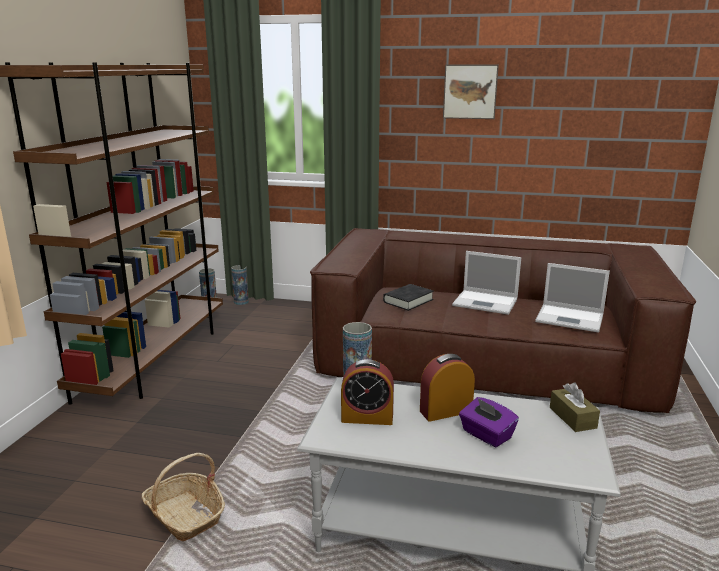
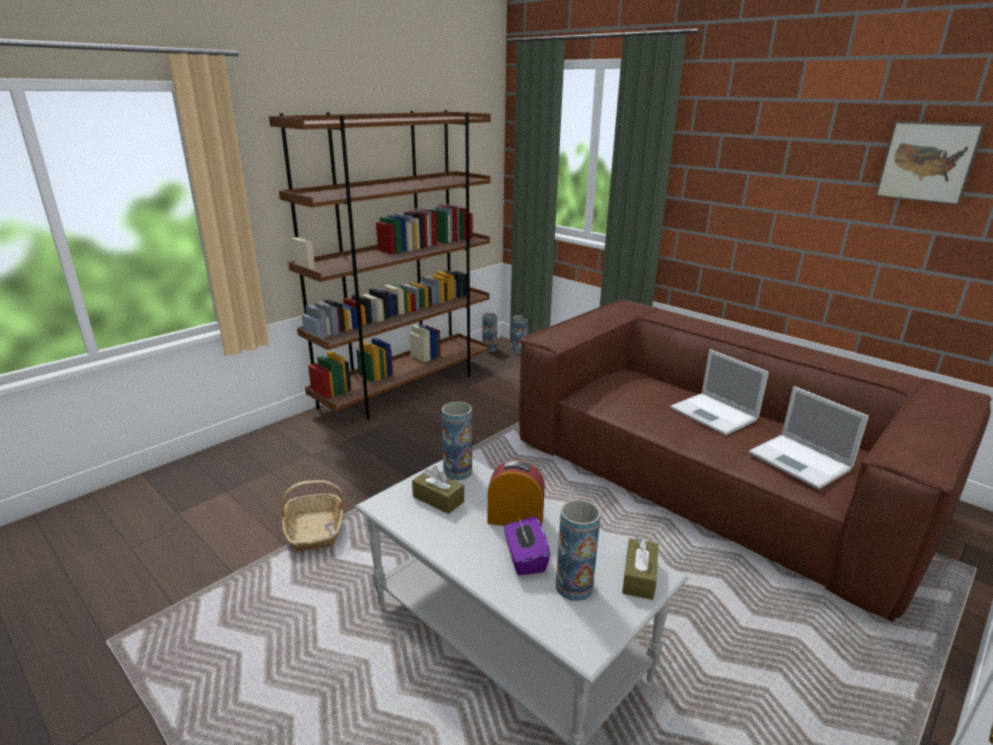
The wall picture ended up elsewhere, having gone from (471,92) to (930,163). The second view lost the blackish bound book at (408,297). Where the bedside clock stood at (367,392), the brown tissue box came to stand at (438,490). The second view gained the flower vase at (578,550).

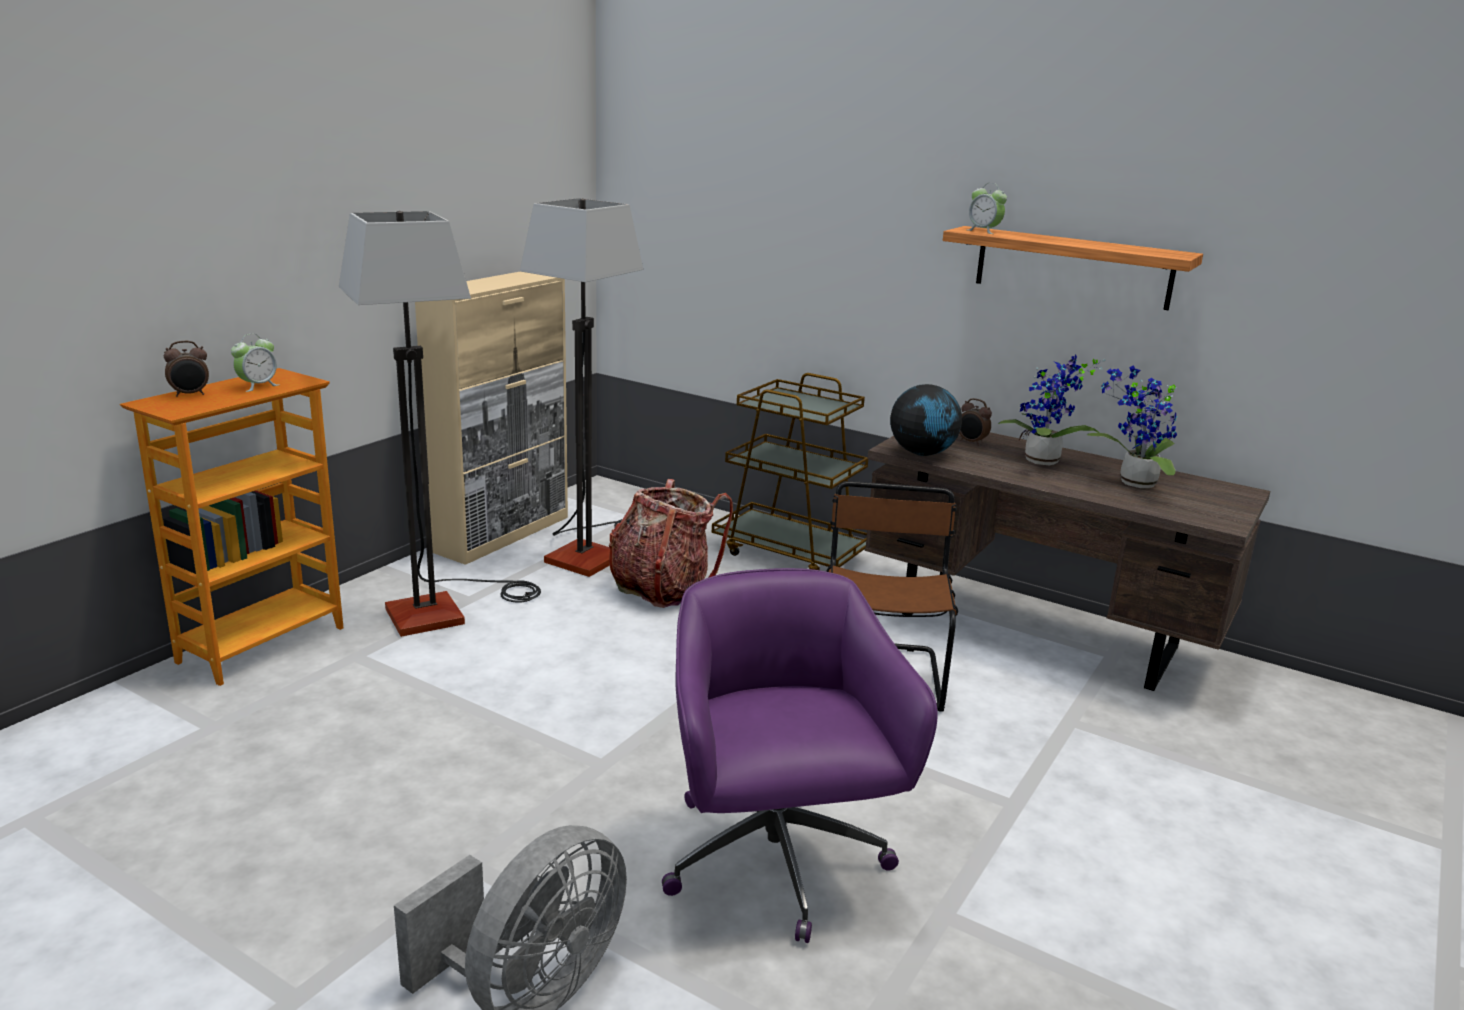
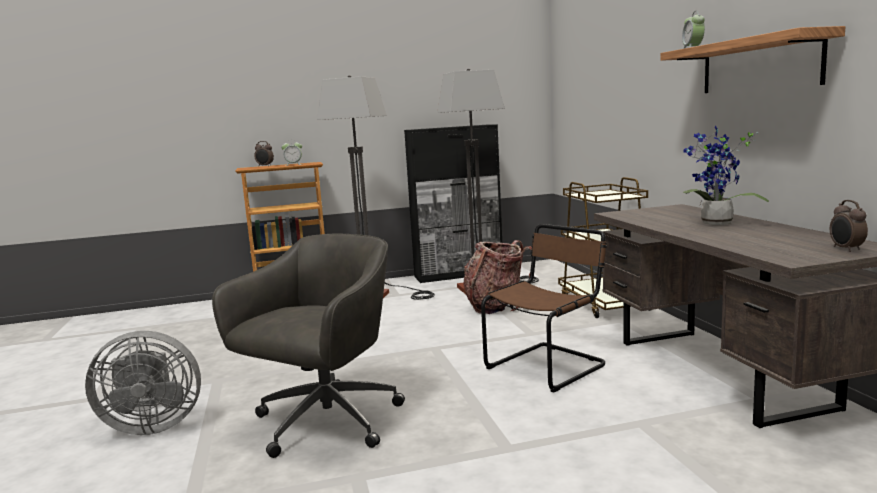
What was the beige-coloured cupboard at (491,418) turned into the blackish cupboard at (453,203). The second view lost the potted plant at (1132,426). The second view lost the desk globe at (926,420). The bedside clock ended up elsewhere, having gone from (976,422) to (849,226). What was the purple desk chair at (800,755) turned into the greyish desk chair at (308,346).

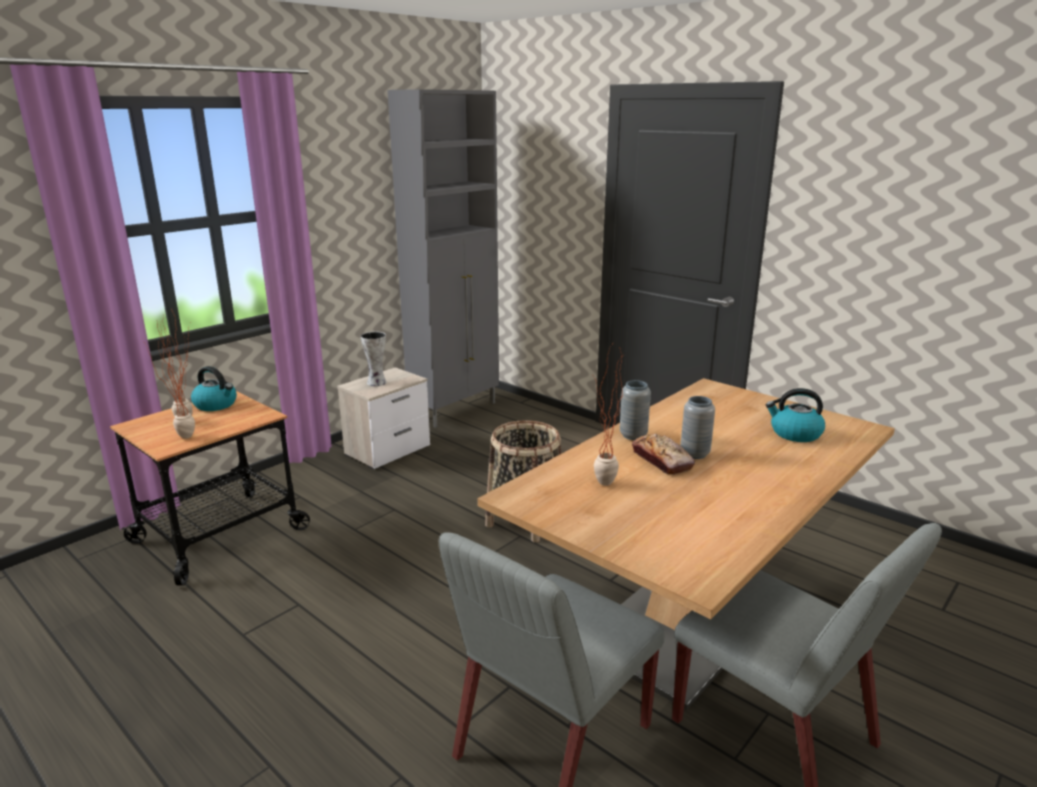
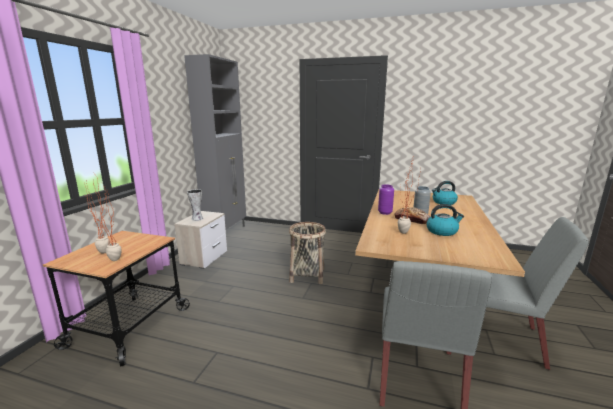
The kettle ended up elsewhere, having gone from (214,388) to (445,220). What was the greyish flower vase at (635,410) turned into the purple flower vase at (386,200).

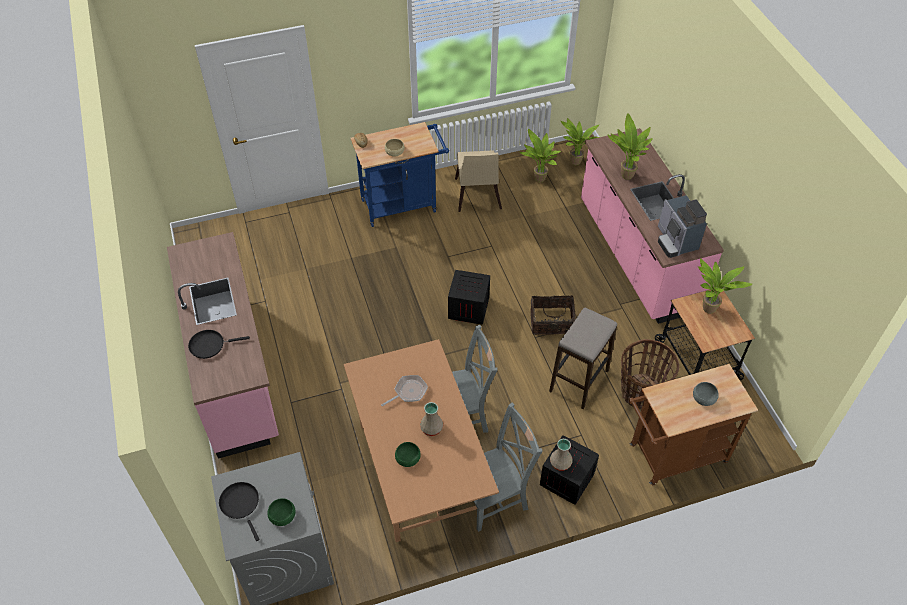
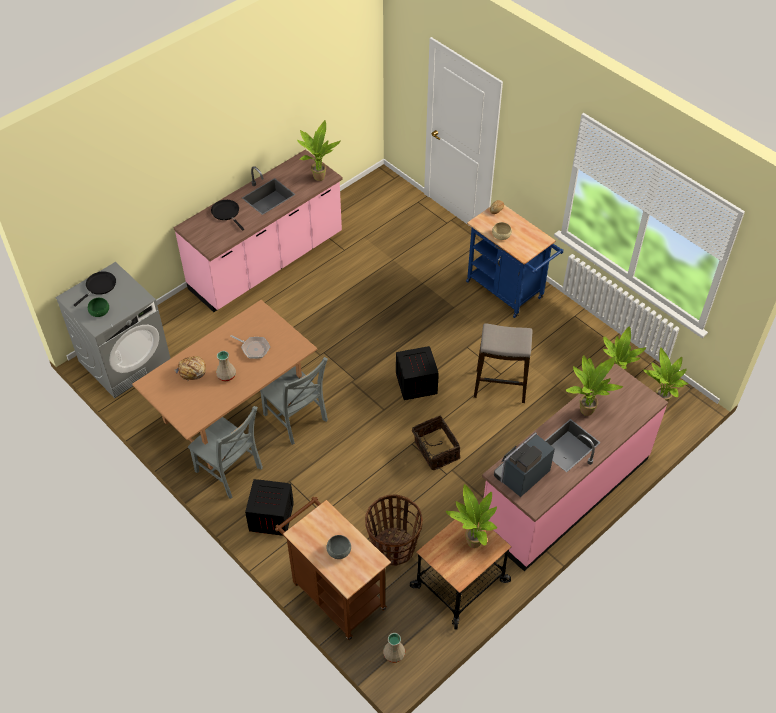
The second view lost the beige-coloured upright chair at (478,181). The sitting stool ended up elsewhere, having gone from (583,358) to (503,363). The beige-coloured flower vase ended up elsewhere, having gone from (561,455) to (394,648). Where the green-coloured bowl stood at (408,454), the baked bread came to stand at (190,368). The second view gained the potted plant at (319,150).

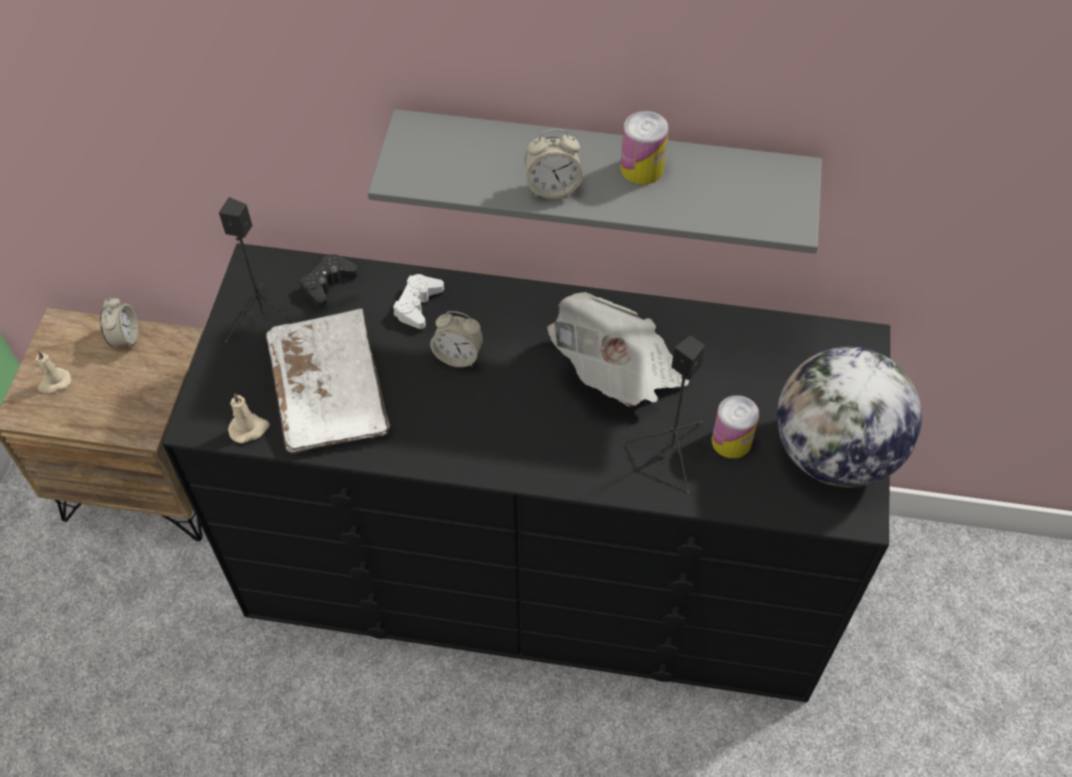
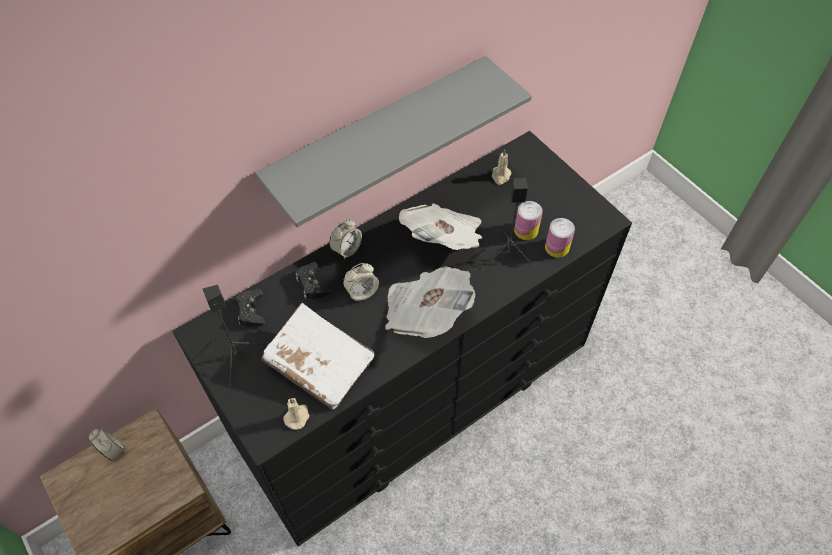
The metal can ended up elsewhere, having gone from (645,148) to (560,238). The bedside clock ended up elsewhere, having gone from (554,164) to (345,239). What was the white-coloured gamepad at (418,301) turned into the blackish gamepad at (313,280). The second view lost the desk globe at (849,417). The beige-coloured wax light ended up elsewhere, having gone from (53,372) to (501,167). The second view gained the daily paper at (430,302).

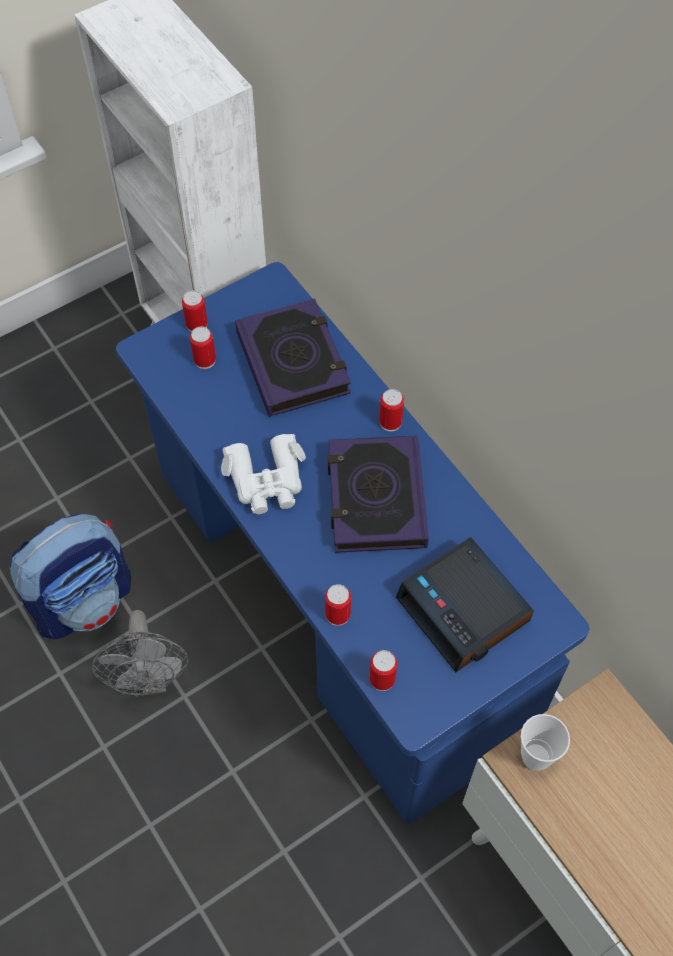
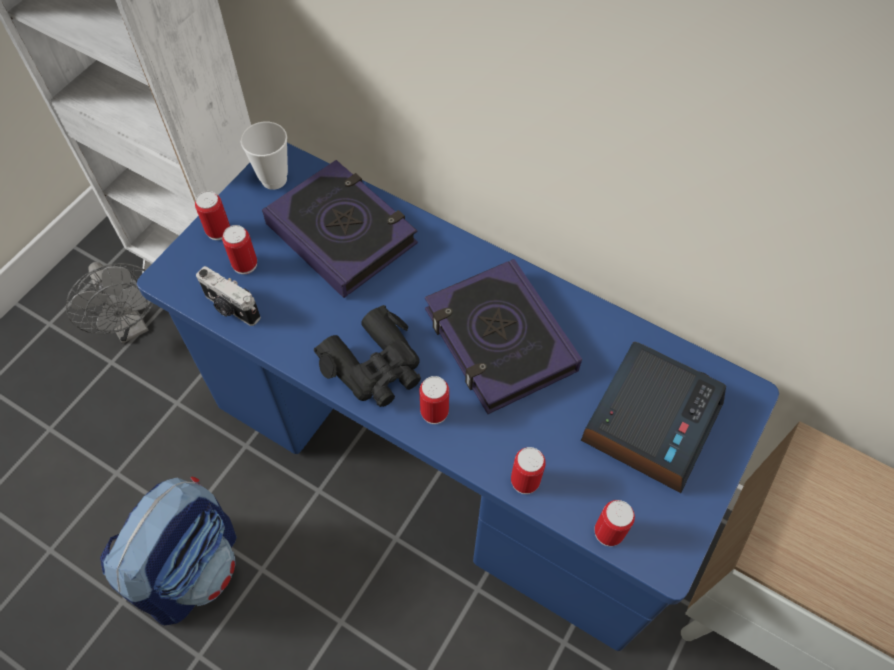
The metal can ended up elsewhere, having gone from (391,410) to (434,400). What was the white-coloured binoculars at (263,474) turned into the blackish binoculars at (367,356). The bedside clock at (465,604) ended up facing another way, 90 degrees counterclockwise from before. The greyish cooling fan ended up elsewhere, having gone from (140,653) to (110,303). The drinking cup ended up elsewhere, having gone from (545,742) to (264,156). The second view gained the still camera at (228,296).

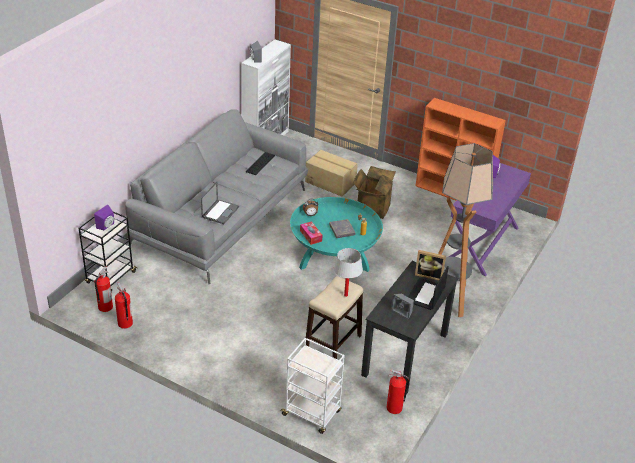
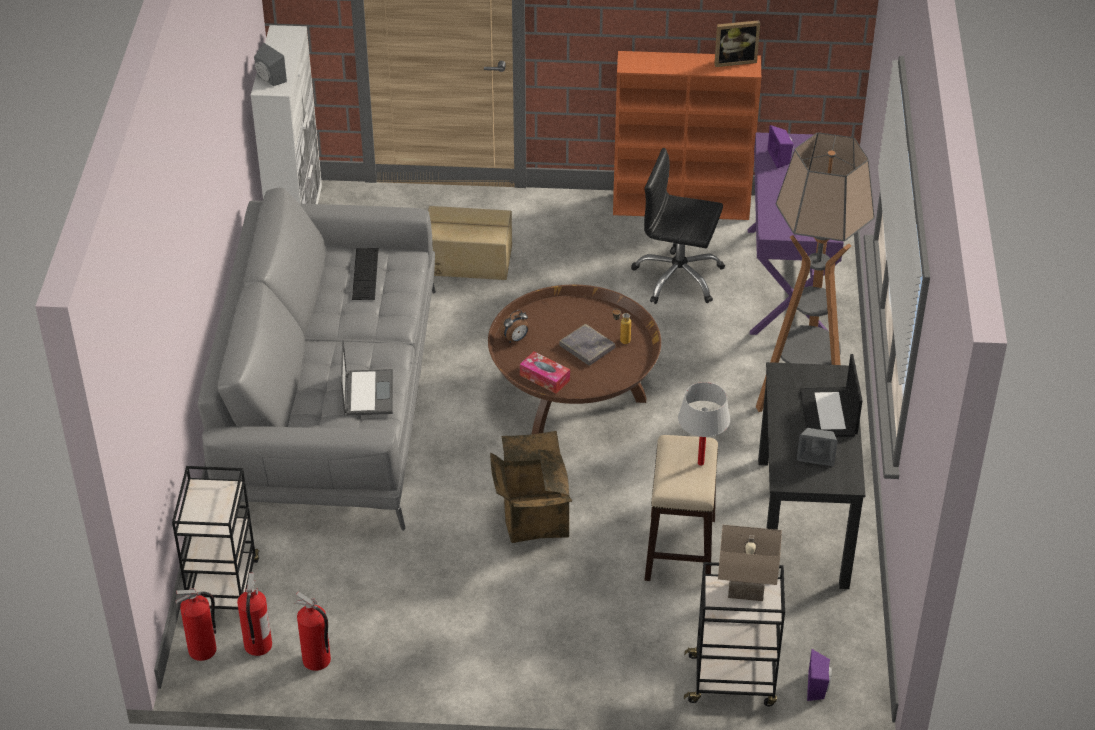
The cardboard box ended up elsewhere, having gone from (374,192) to (531,487). What was the blue-green coffee table at (336,234) turned into the brown coffee table at (574,359). The purple speaker ended up elsewhere, having gone from (104,217) to (819,675). The picture frame ended up elsewhere, having gone from (430,265) to (737,43). What was the white-coloured trolley at (312,386) turned into the blackish trolley at (734,634). The fire extinguisher ended up elsewhere, having gone from (398,391) to (196,624). The second view gained the blackish desk chair at (678,226). The second view gained the beige-coloured table lamp at (750,563).

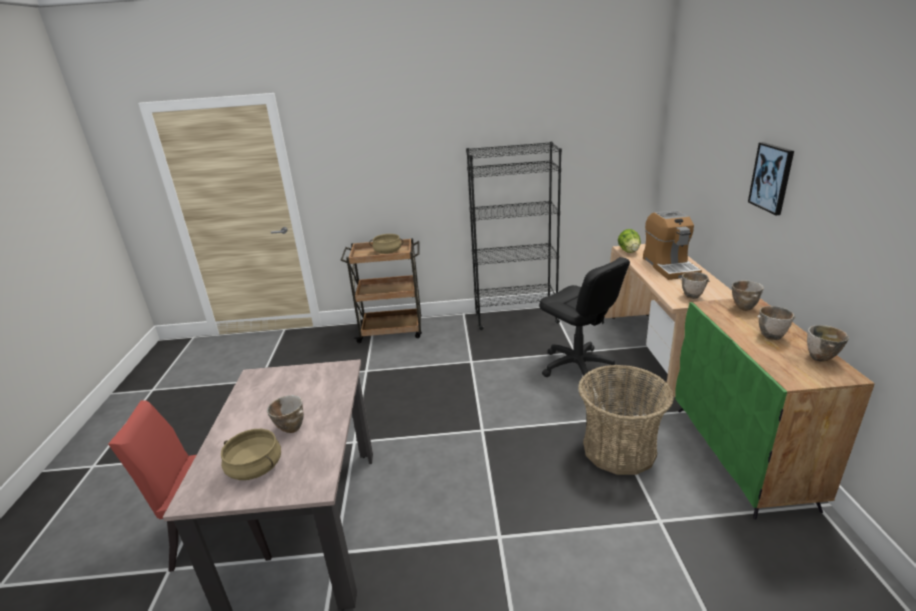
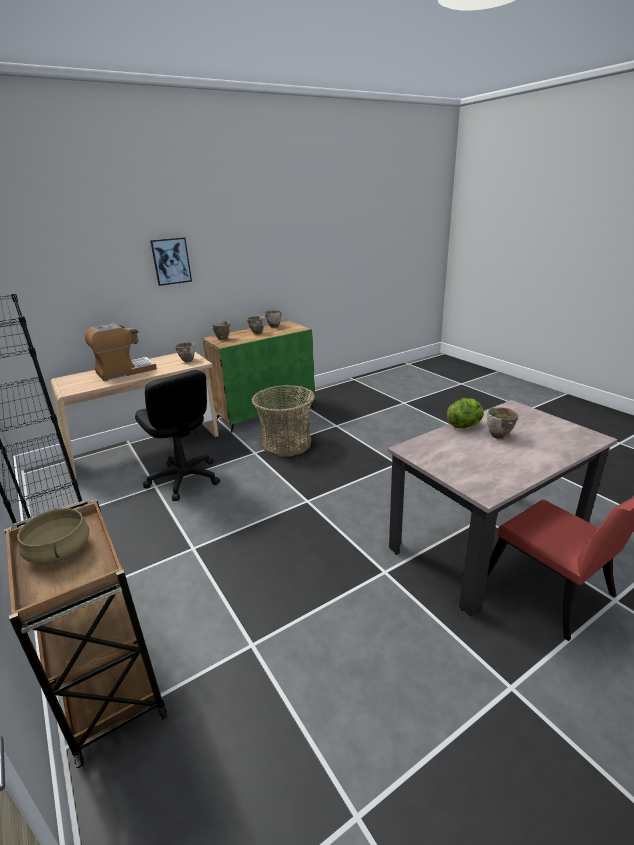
The lettuce ended up elsewhere, having gone from (629,241) to (465,413). The blackish desk chair at (584,323) ended up facing another way, 120 degrees clockwise from before. The second view lost the beige-coloured cooking pot at (251,454).

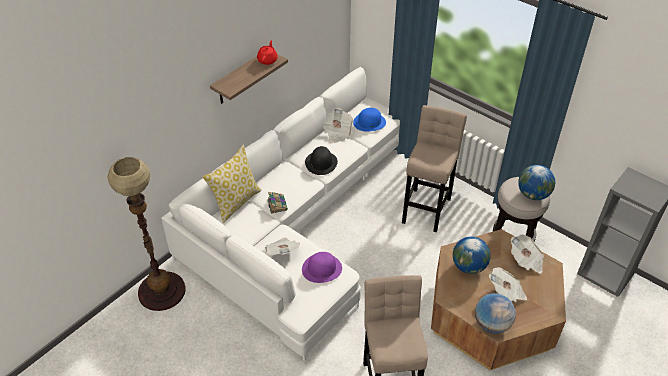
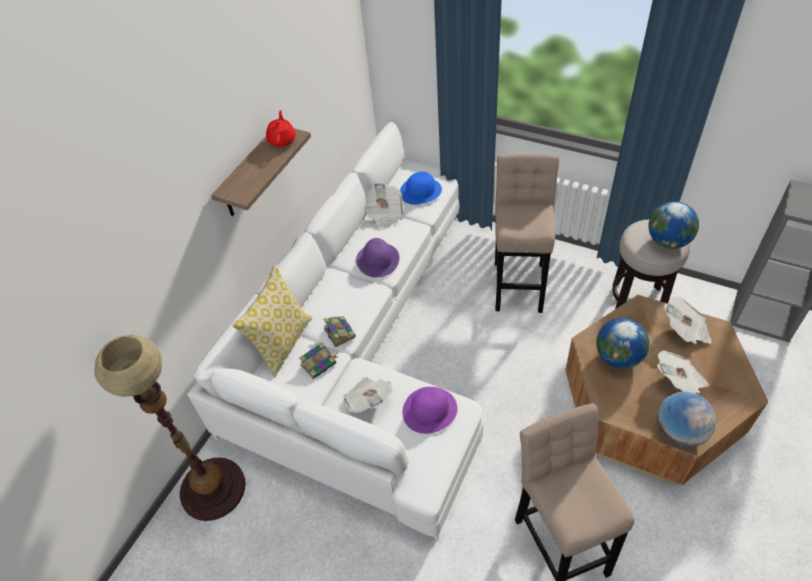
What was the blackish hat at (321,160) turned into the purple hat at (377,258). The second view gained the bound book at (318,360).

